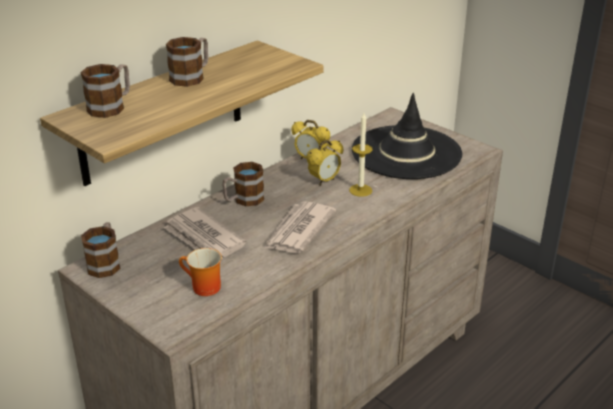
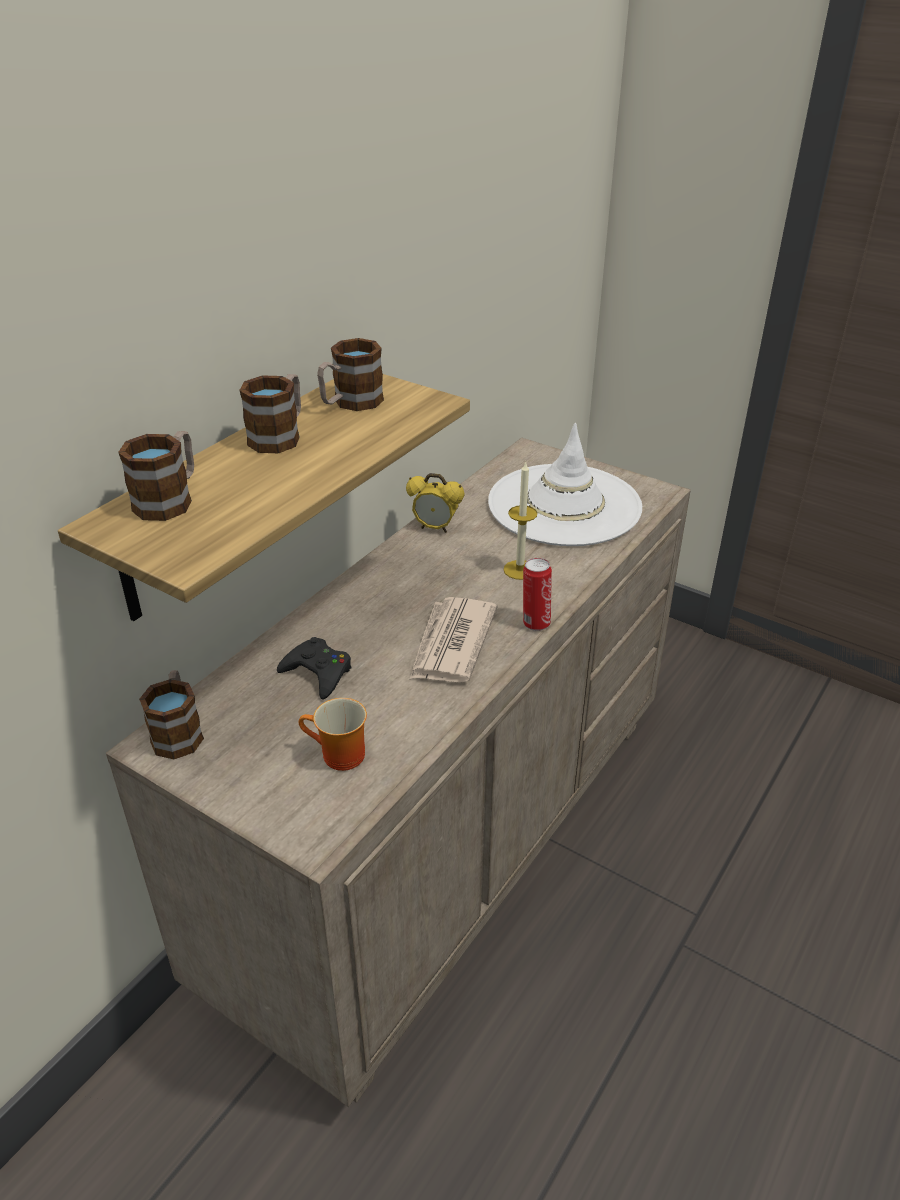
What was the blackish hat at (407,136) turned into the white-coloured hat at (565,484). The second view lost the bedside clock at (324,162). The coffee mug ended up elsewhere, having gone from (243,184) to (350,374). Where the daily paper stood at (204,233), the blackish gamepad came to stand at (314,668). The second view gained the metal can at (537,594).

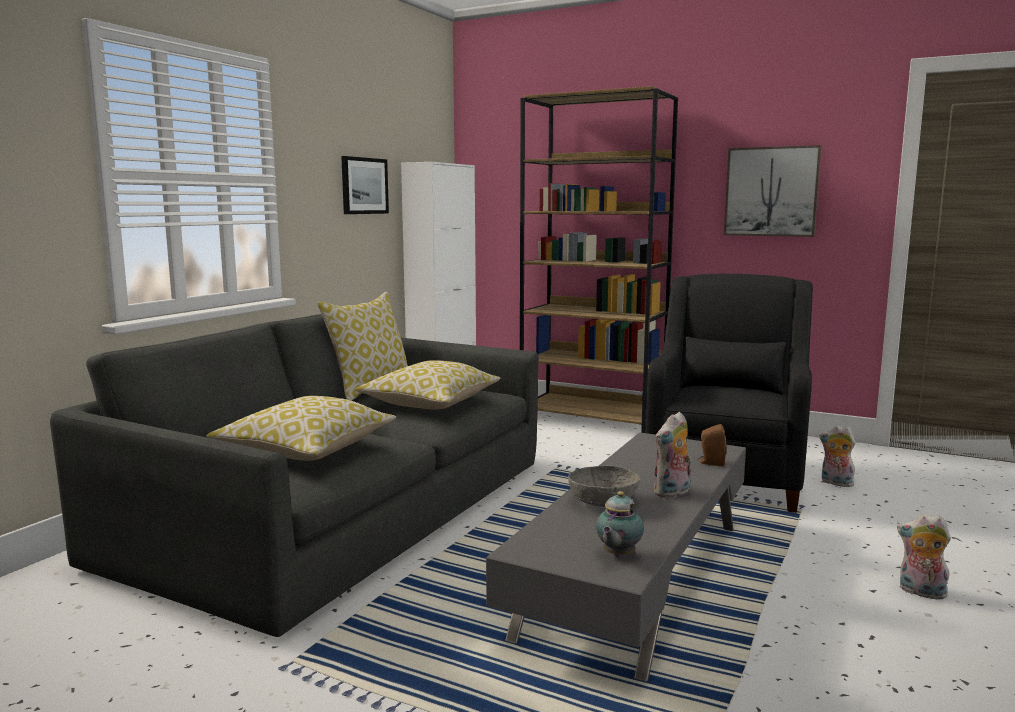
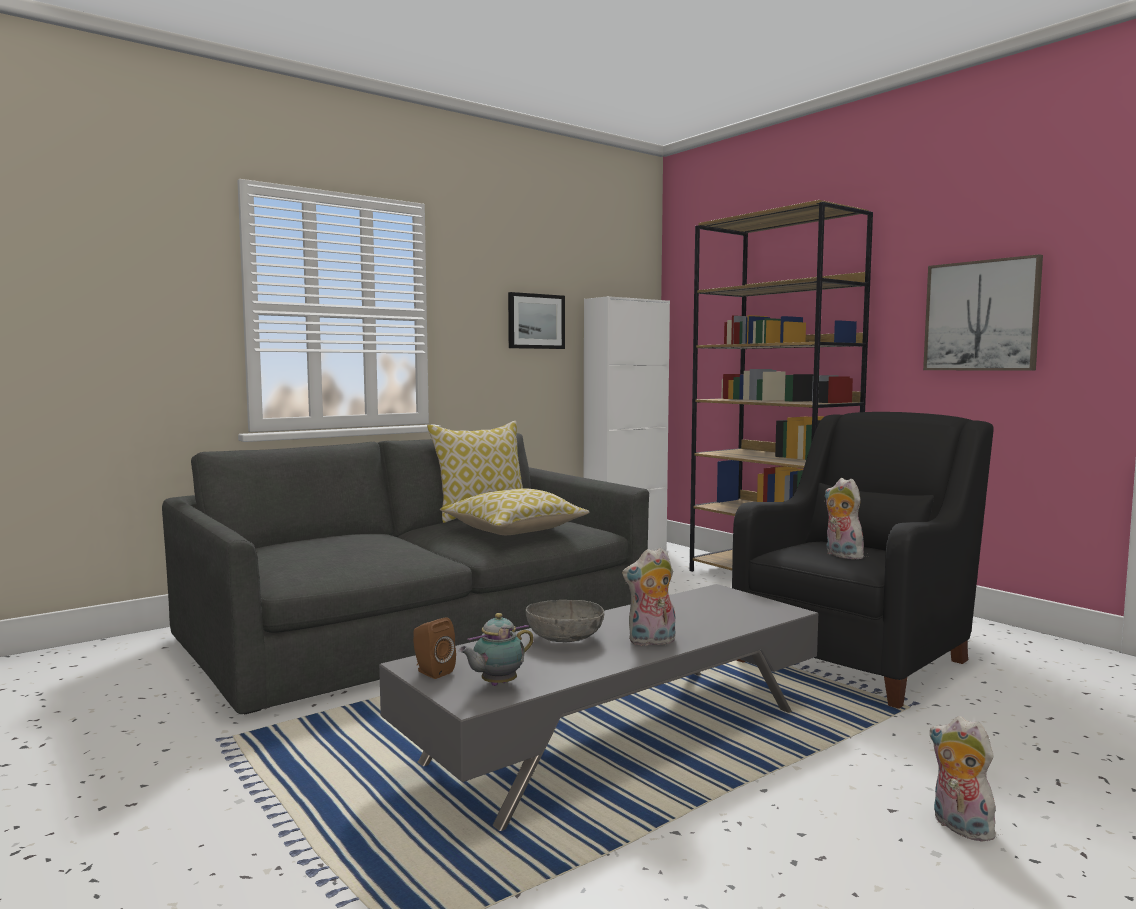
The second view lost the throw pillow at (301,428). The brown speaker ended up elsewhere, having gone from (711,445) to (434,648). The plush toy ended up elsewhere, having gone from (837,456) to (844,518).

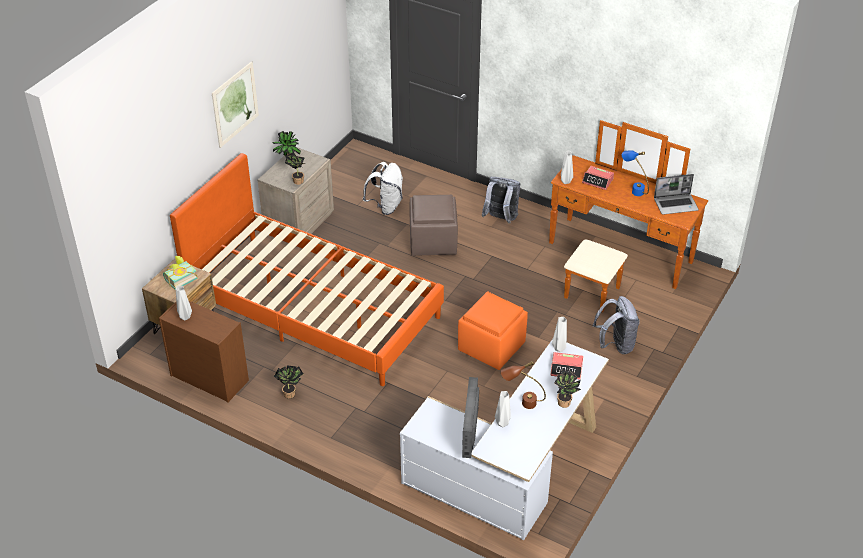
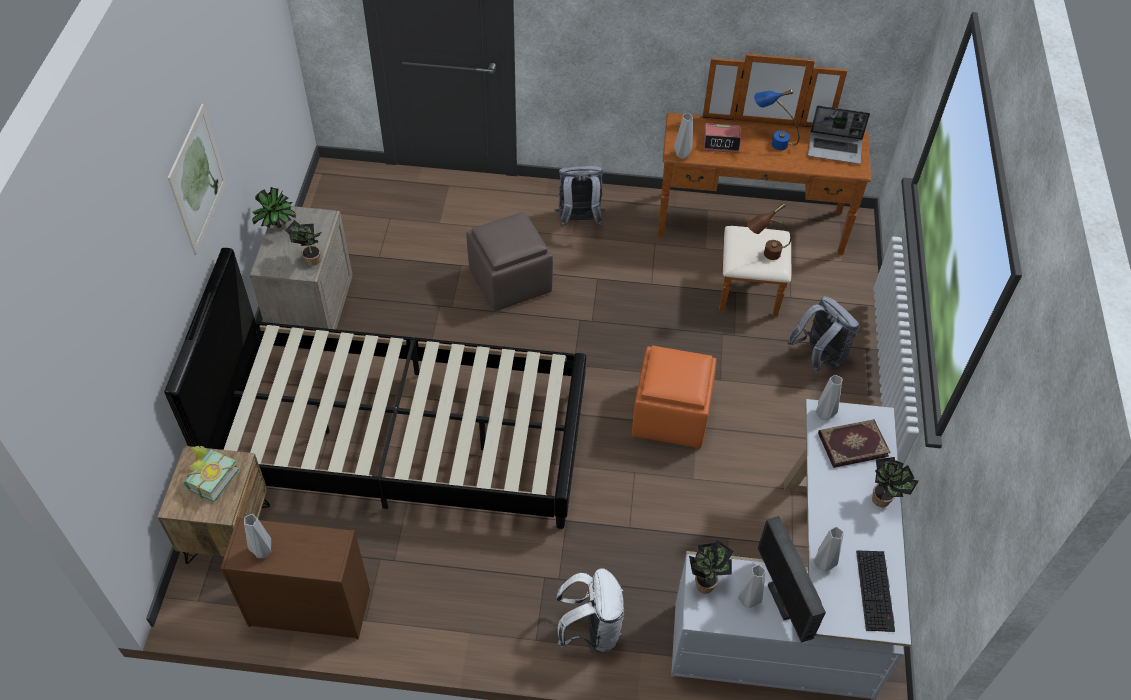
What was the orange bedroom bed at (307,269) turned into the blackish bedroom bed at (375,388). The white-coloured knapsack ended up elsewhere, having gone from (383,188) to (590,610). The portable computer at (676,194) ended up facing another way, 45 degrees clockwise from before. Where the bedside clock stood at (566,365), the bound book came to stand at (854,443). The brown table lamp ended up elsewhere, having gone from (523,385) to (769,231). The potted plant ended up elsewhere, having gone from (288,382) to (711,567). The second view gained the computer keyboard at (875,591). The second view gained the greyish flower vase at (752,586).

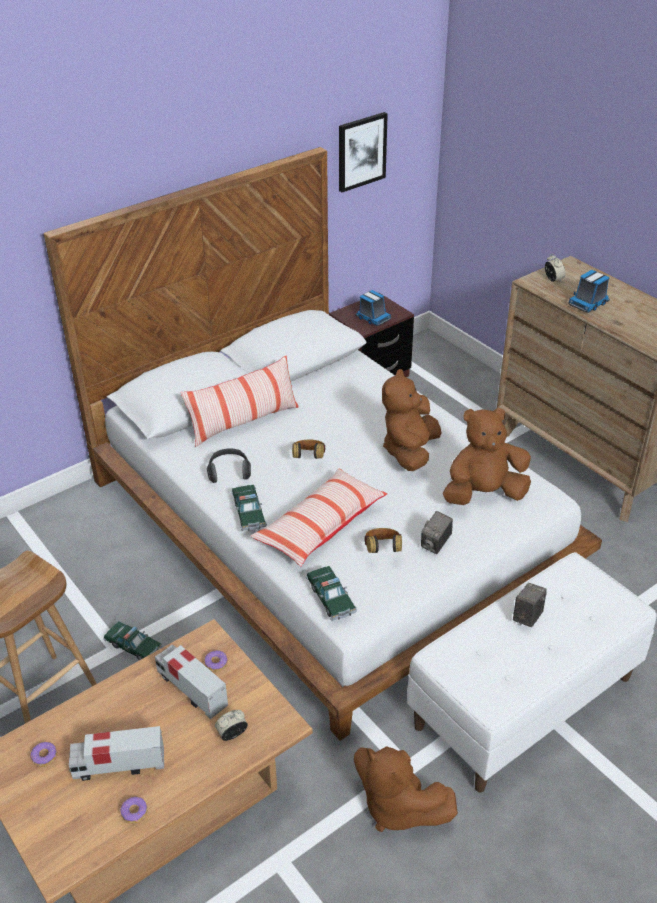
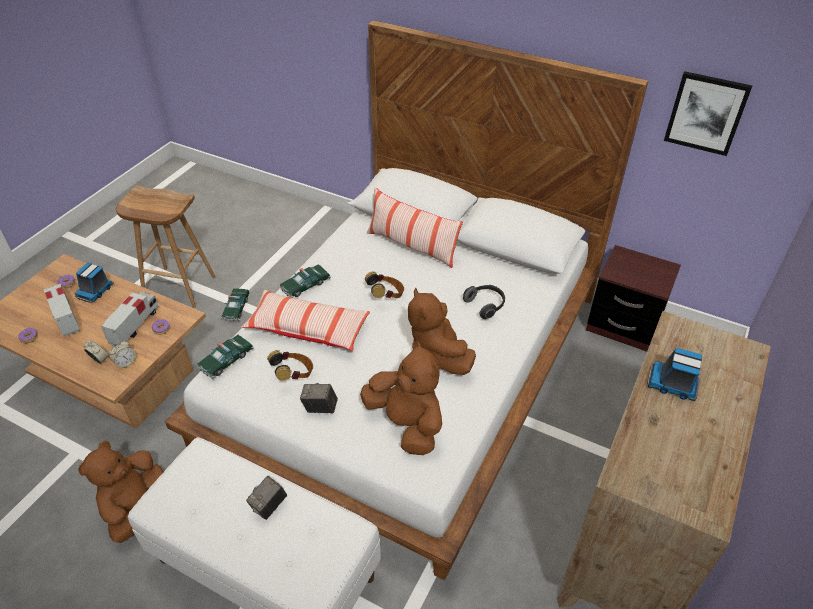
The bedside clock ended up elsewhere, having gone from (555,268) to (122,354). The toy truck ended up elsewhere, having gone from (373,308) to (94,283). The brown plush toy at (411,420) ended up facing another way, 105 degrees counterclockwise from before. The pair of headphones ended up elsewhere, having gone from (229,465) to (484,302). The still camera at (530,605) ended up facing another way, 120 degrees clockwise from before.

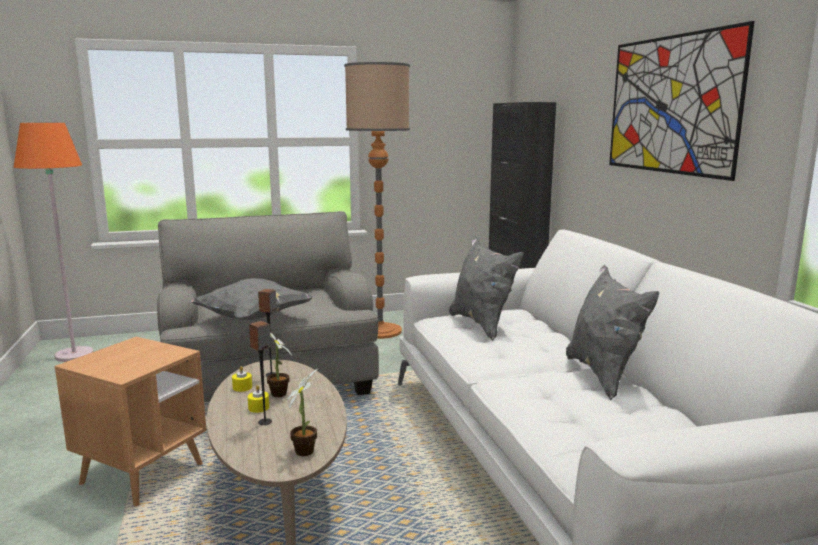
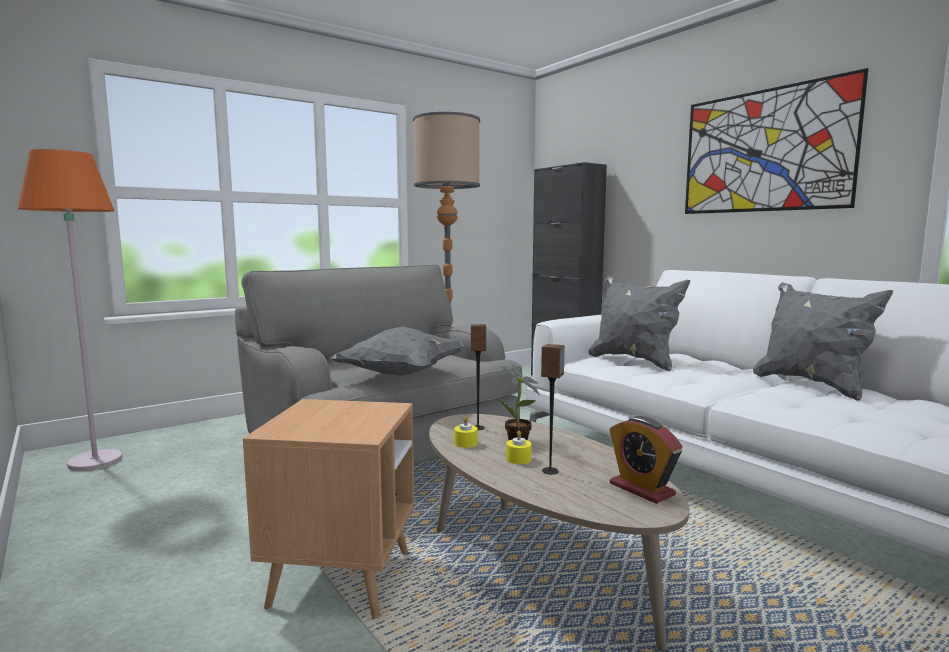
Where the potted plant stood at (302,412), the bedside clock came to stand at (646,460).

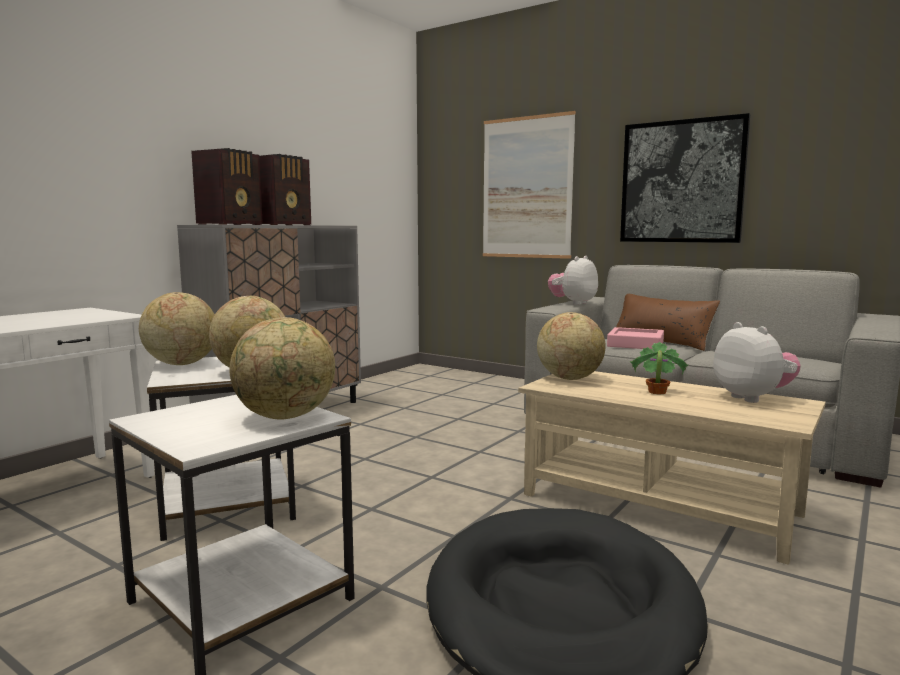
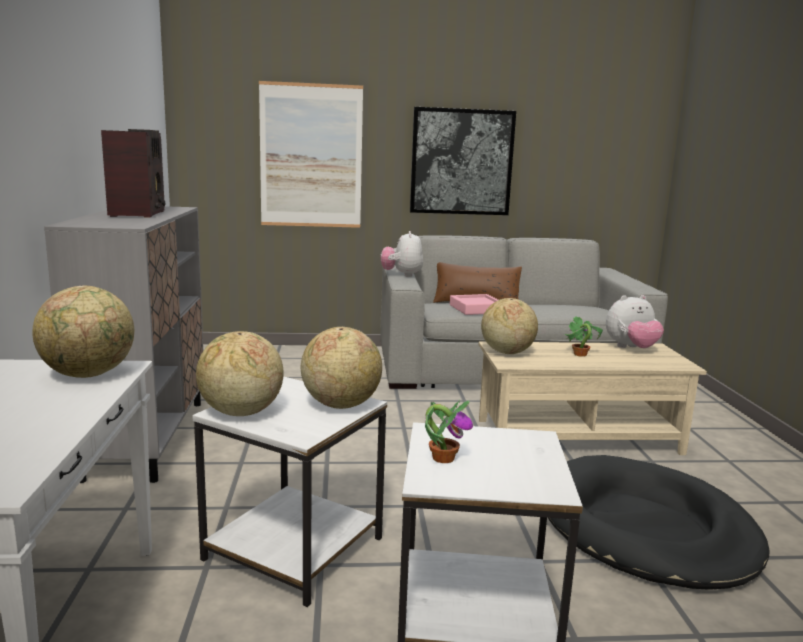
The second view lost the radio set at (227,186). The desk globe ended up elsewhere, having gone from (282,368) to (83,332). The plush toy at (757,362) ended up facing another way, 135 degrees clockwise from before. The second view gained the potted plant at (449,431).

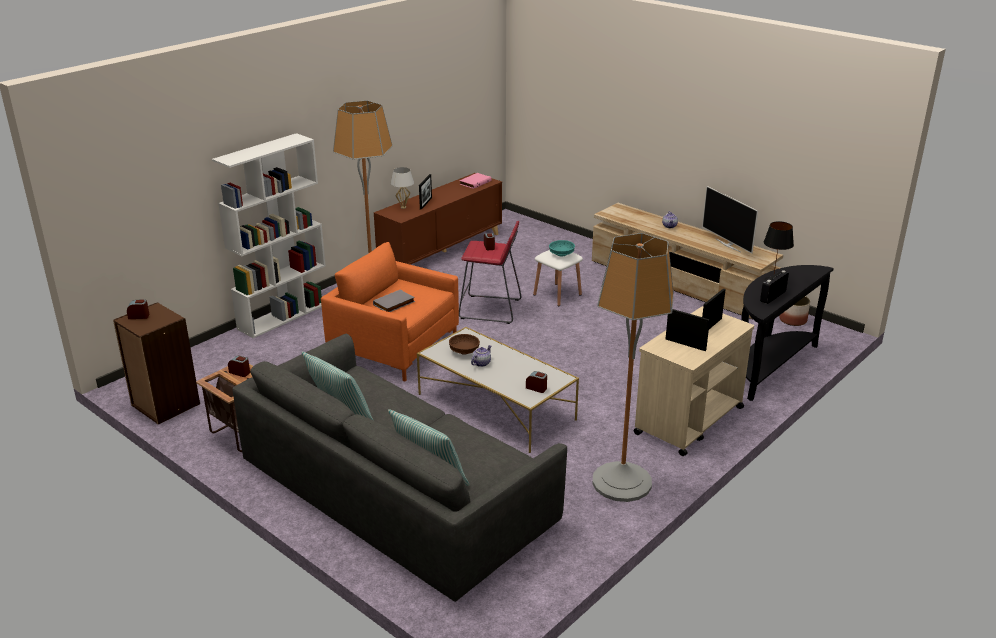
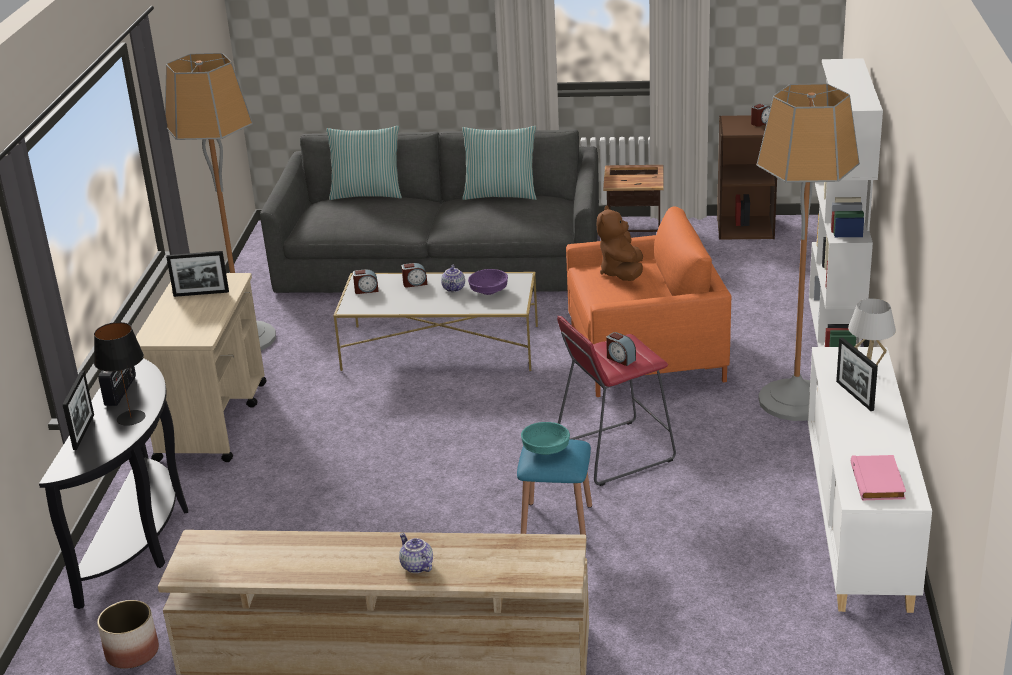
What was the brown cupboard at (438,219) turned into the white-coloured cupboard at (870,480). The second view lost the television at (730,220). What was the white-coloured sitting stool at (558,278) turned into the blue-coloured sitting stool at (554,487). The picture frame ended up elsewhere, having gone from (714,308) to (78,410). Where the greyish bound book stood at (394,300), the brown plush toy came to stand at (620,243). What was the brown bowl at (464,344) turned into the purple bowl at (488,282). The bedside clock ended up elsewhere, having gone from (239,366) to (414,275).

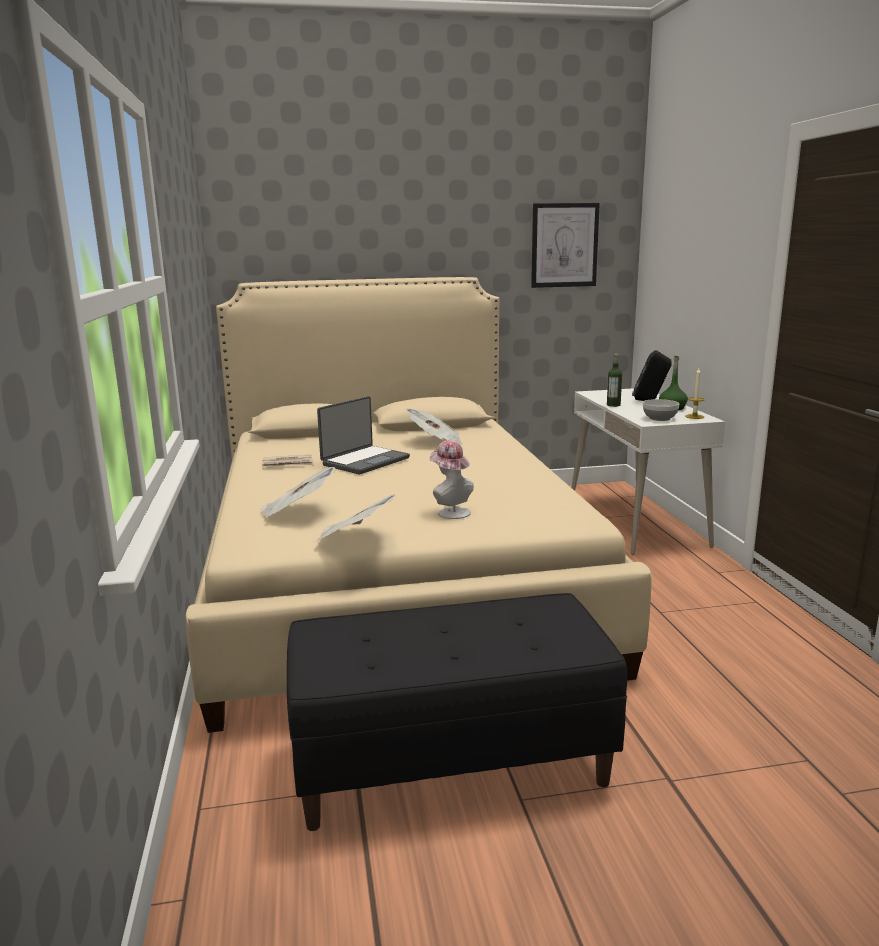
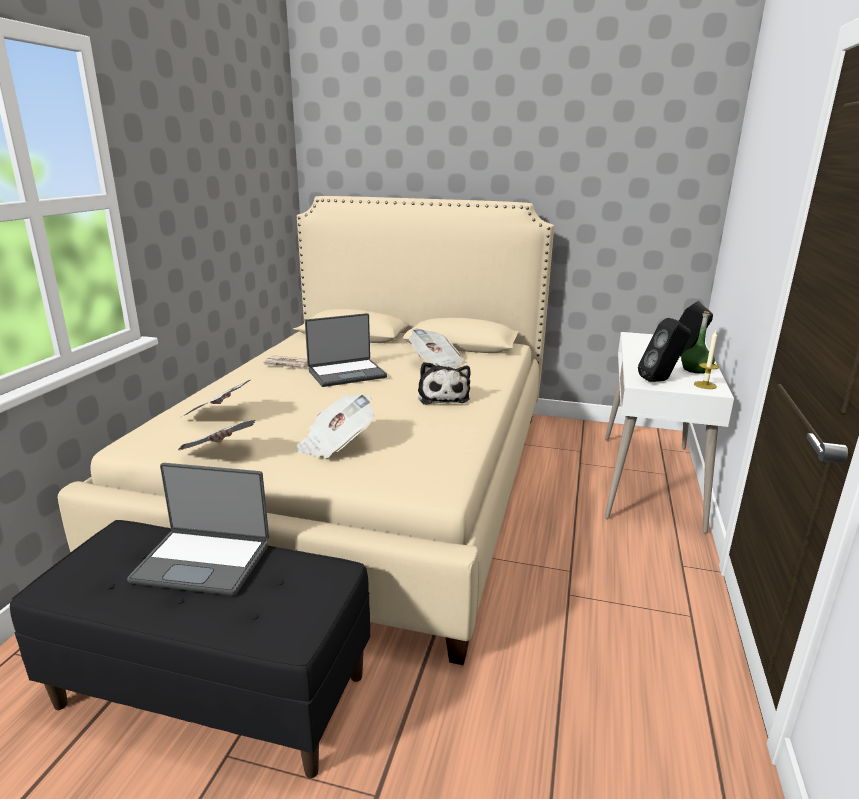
The second view lost the wall picture at (565,245). The second view lost the drink bottle at (614,380). Where the bowl stood at (661,410), the blackish speaker came to stand at (664,350). Where the hat stood at (452,479), the daily paper came to stand at (334,426). The second view gained the plush toy at (444,383). The second view gained the portable computer at (198,529).

